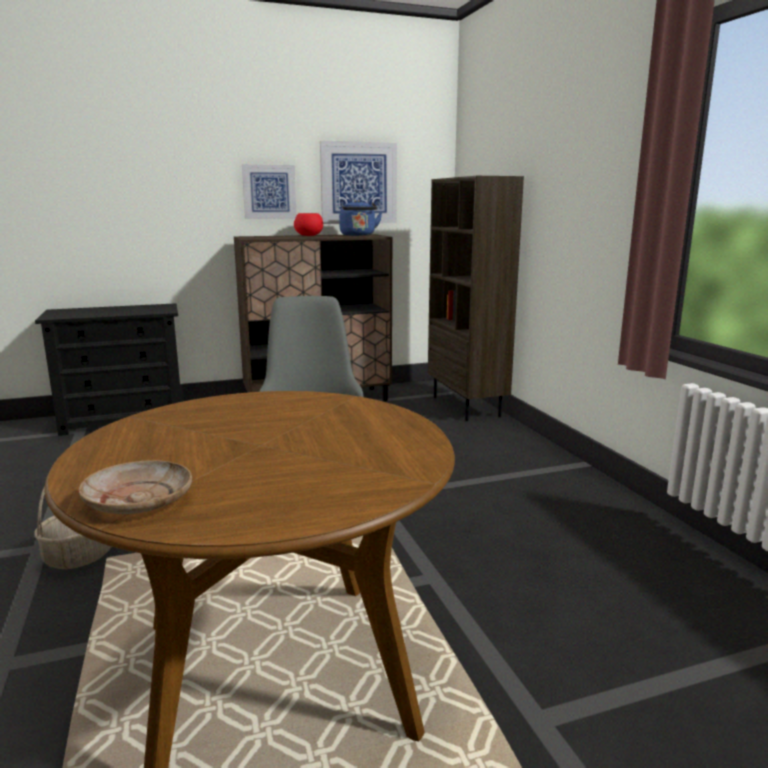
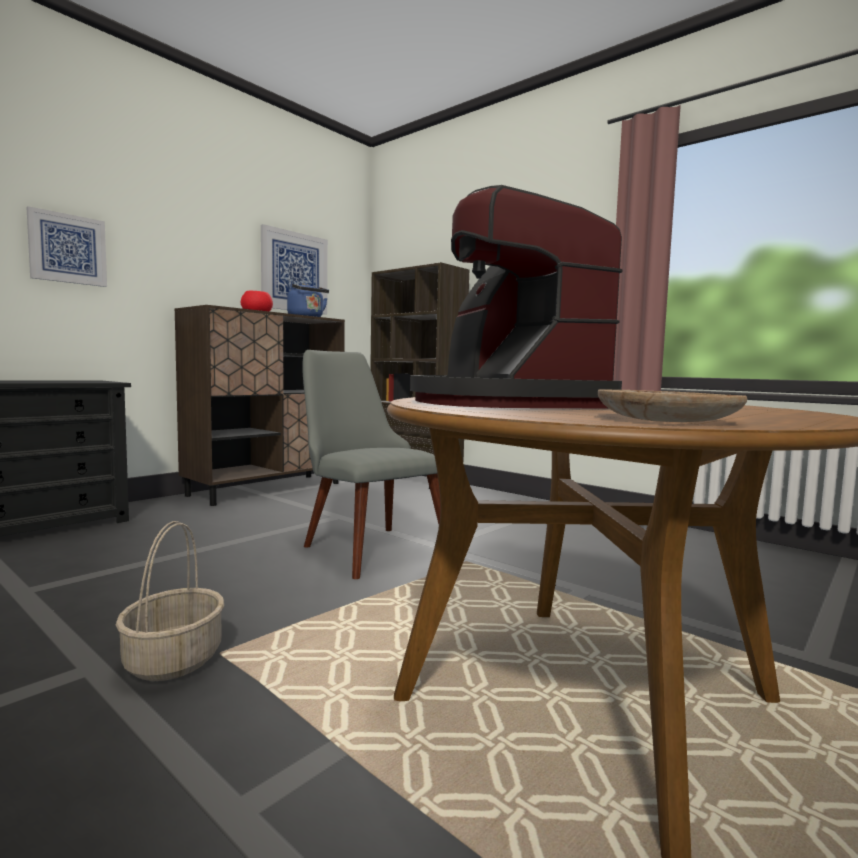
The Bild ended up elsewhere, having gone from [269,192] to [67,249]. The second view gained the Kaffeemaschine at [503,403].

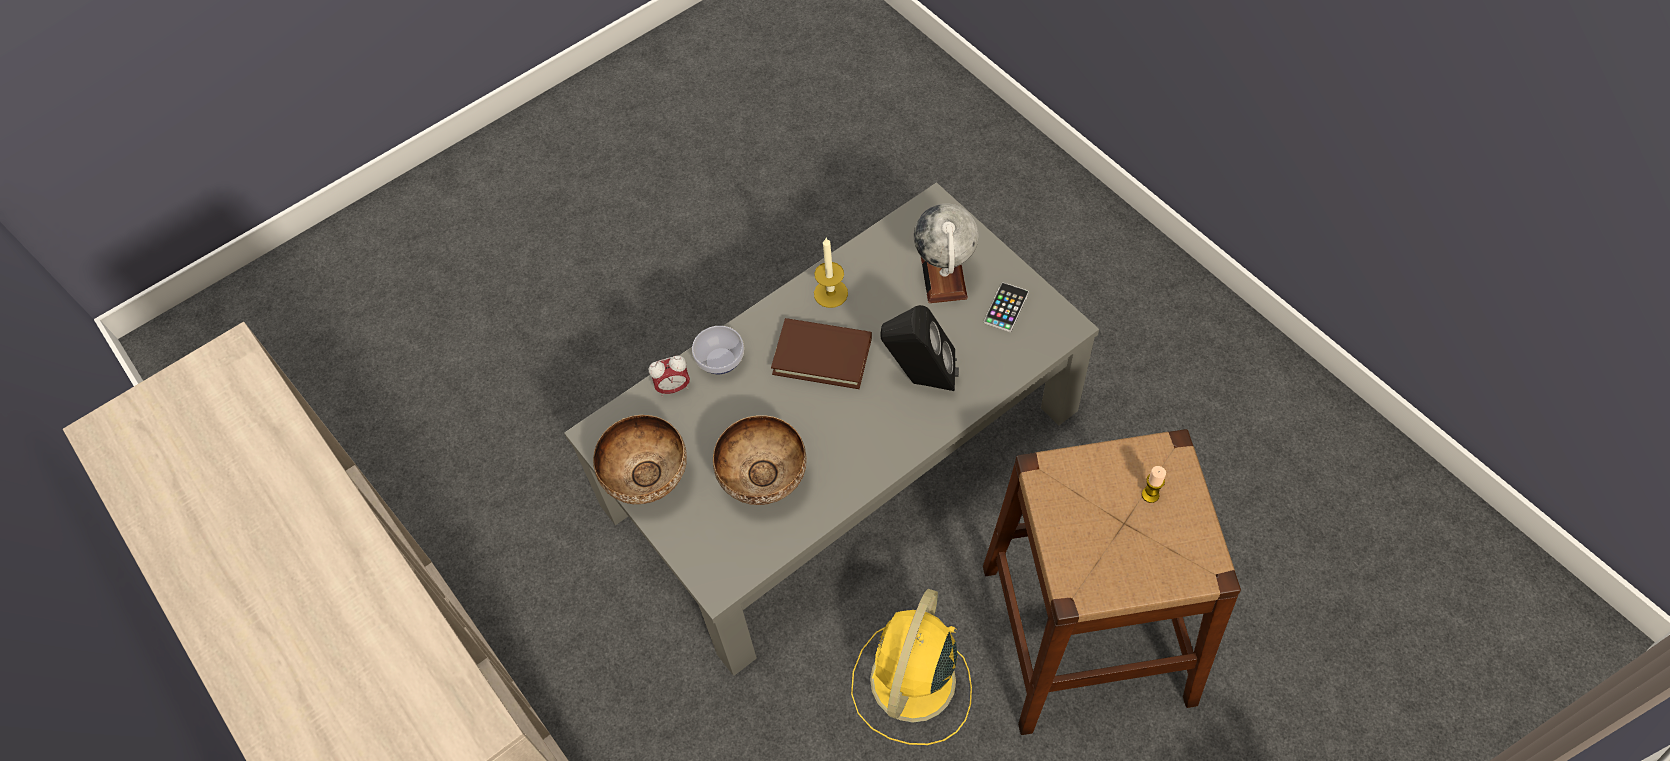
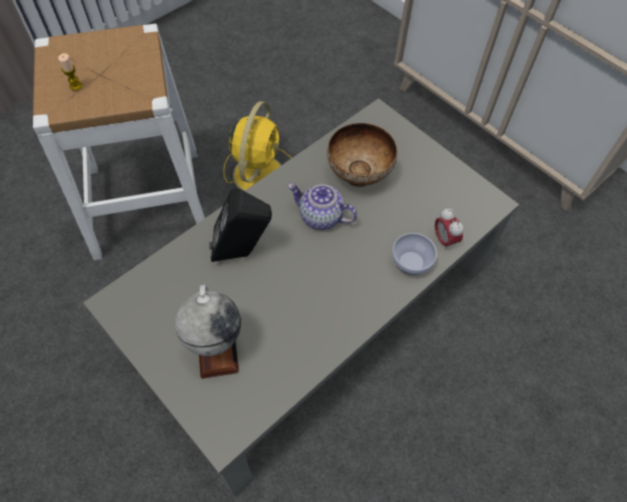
The second view lost the Kerze at [830,293]. The second view lost the Handy at [1006,308]. The second view lost the Buch/braun at [822,356]. The Wecker at [673,388] ended up facing another way, 90 degrees counterclockwise from before. The second view lost the Schüssel at [648,479]. What was the Hocker/braun at [1087,633] turned into the Hocker/weiß at [148,202]. The second view gained the Teekanne at [321,217].

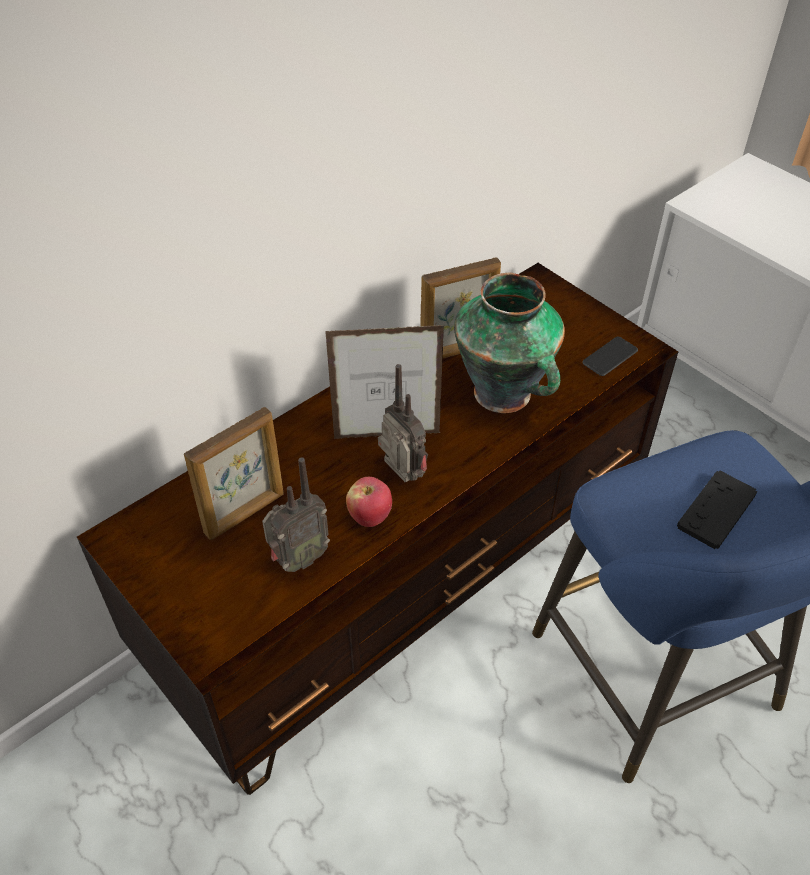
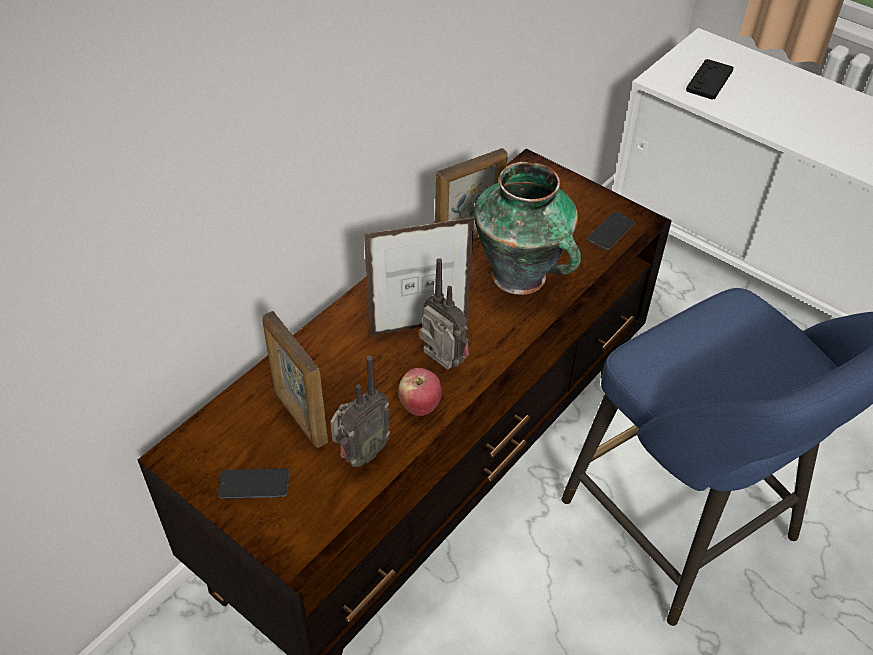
The Bilderrahmen at [245,514] ended up facing another way, 105 degrees clockwise from before. The Gamepad/schwarz ended up elsewhere, having gone from [716,510] to [709,80]. The second view gained the Handy at [254,484].

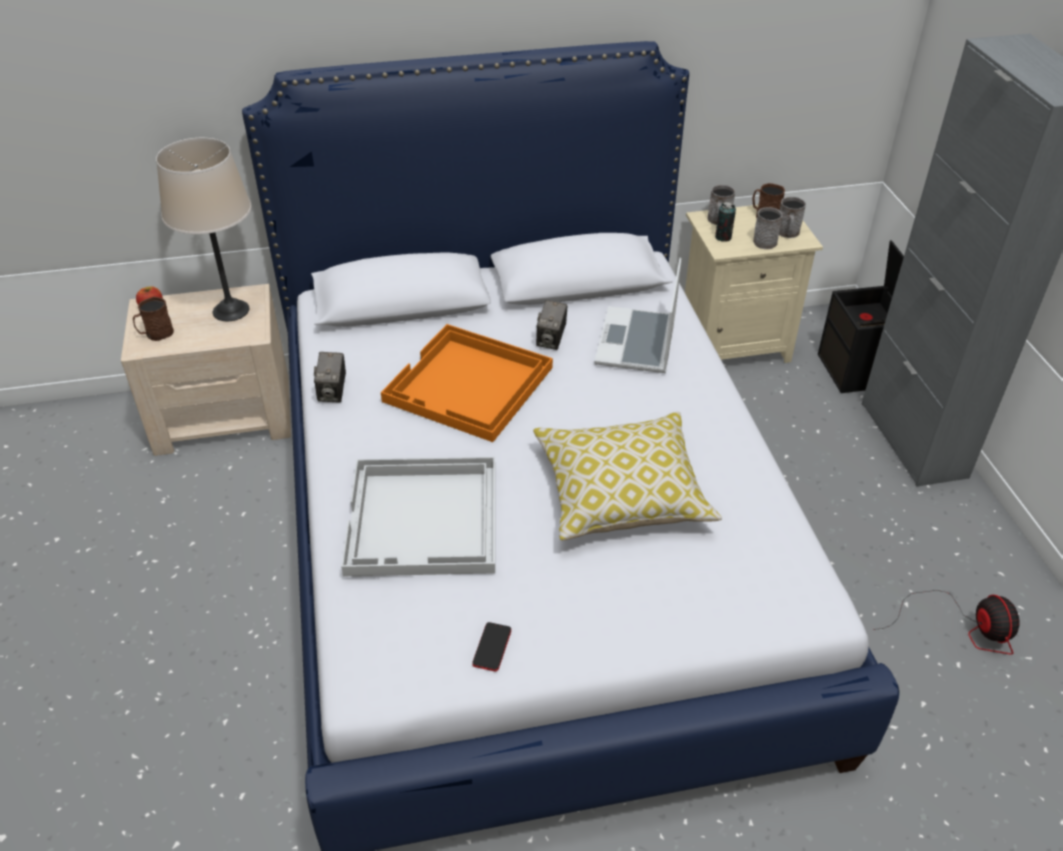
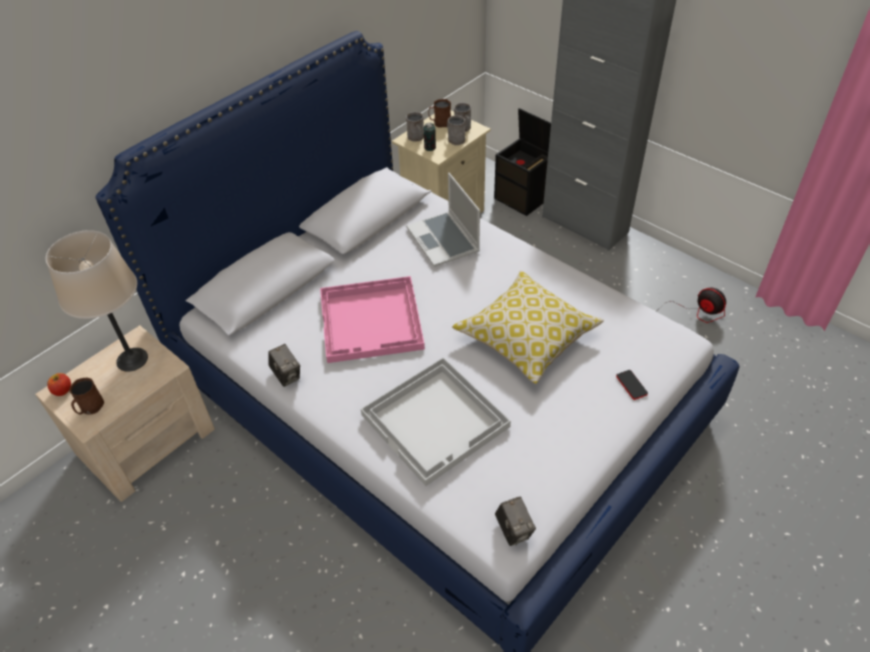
The Kamera ended up elsewhere, having gone from [551,340] to [514,530]. What was the Tablett/orange at [469,385] turned into the Tablett/rosa at [372,321]. The Handy ended up elsewhere, having gone from [492,647] to [631,385].

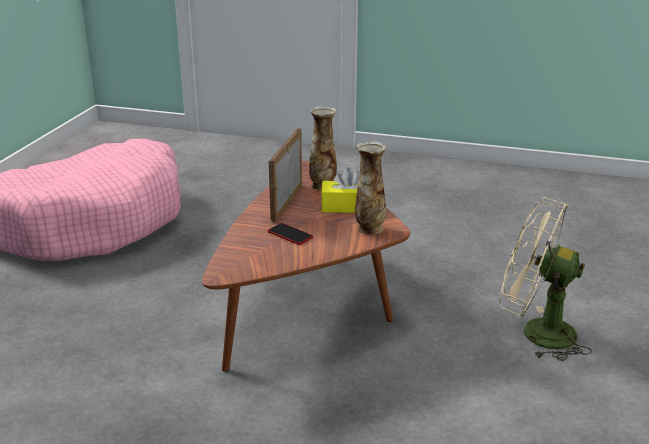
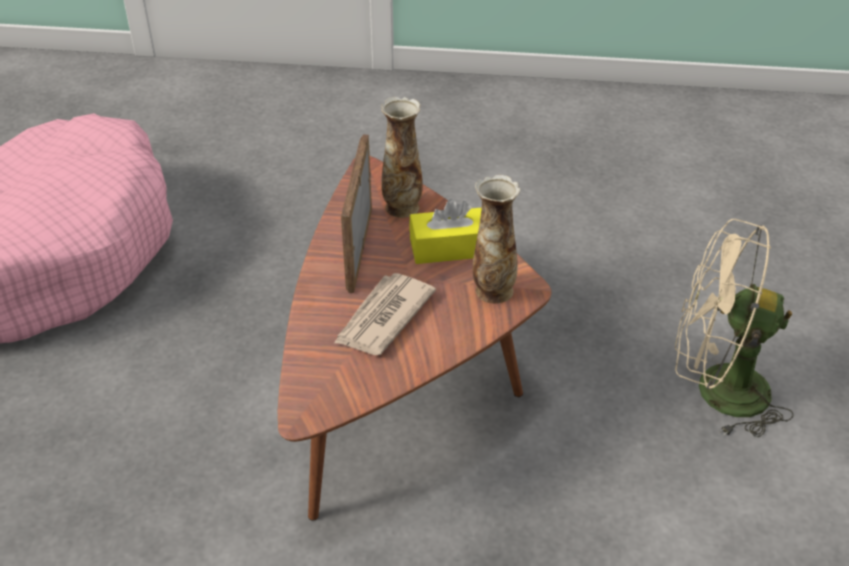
Where the Handy stood at [290,235], the Zeitung came to stand at [383,317].

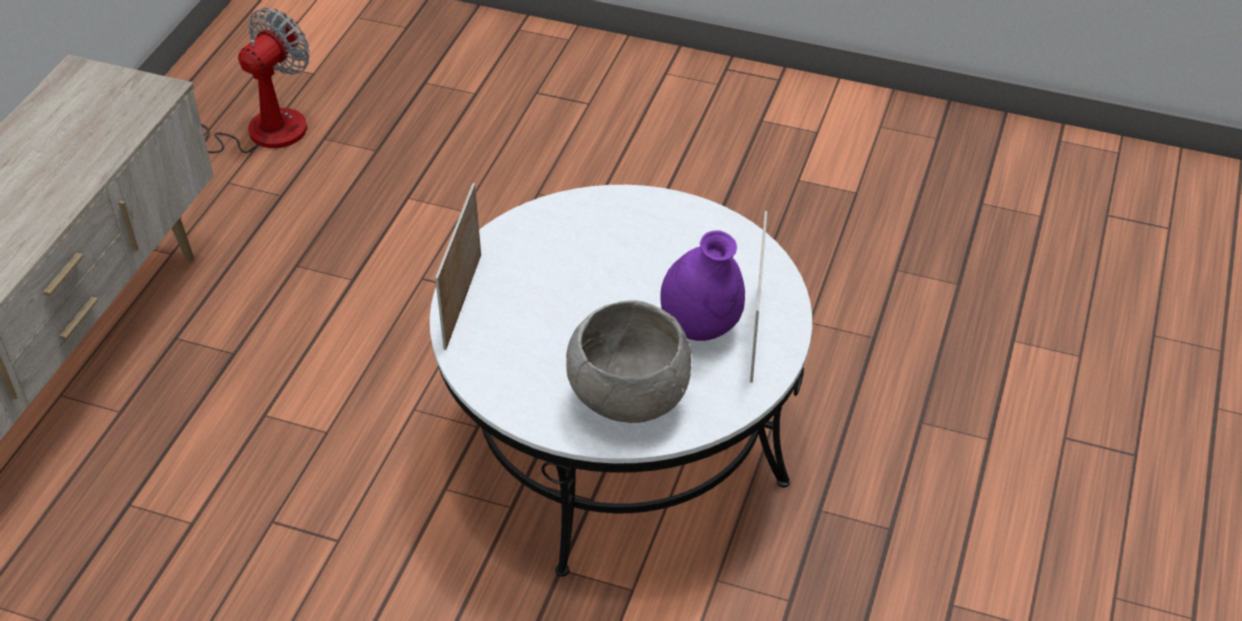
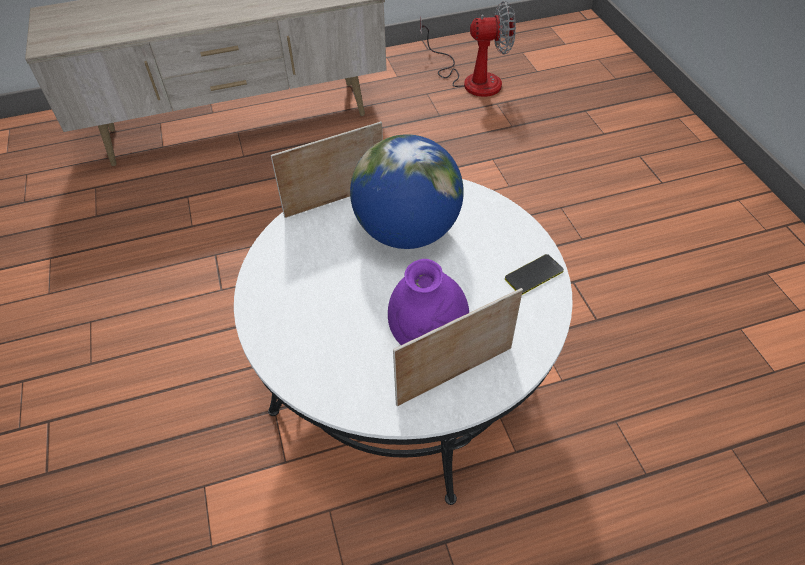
The second view lost the Schüssel/grau at [628,399]. The second view gained the Globus at [407,231]. The second view gained the Handy at [534,275].

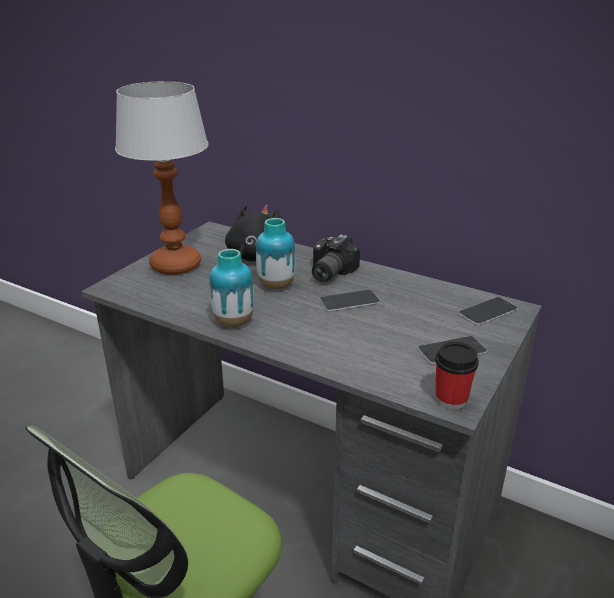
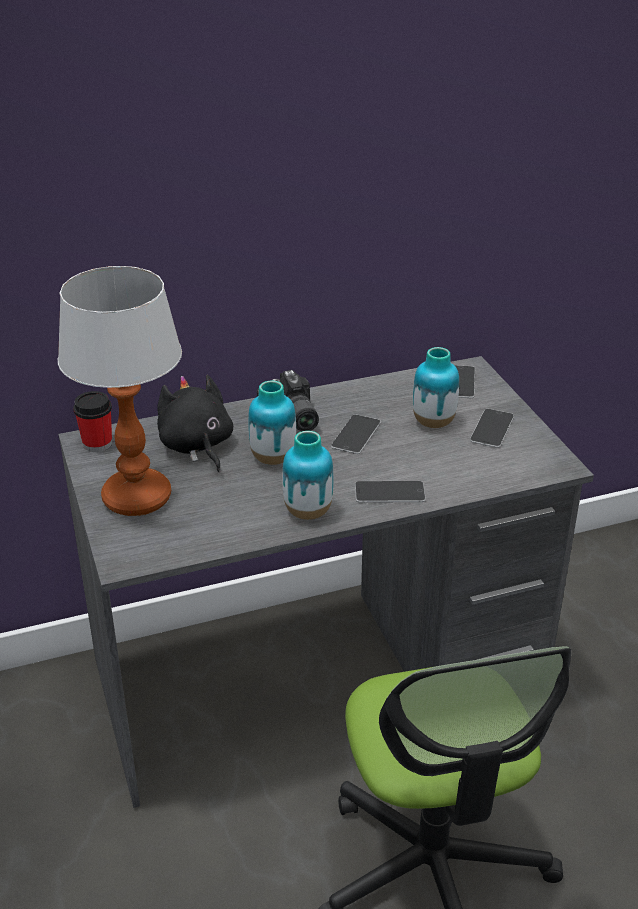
The Tasse ended up elsewhere, having gone from [451,399] to [97,444]. The second view gained the Vase at [433,422]. The second view gained the Handy at [389,492].

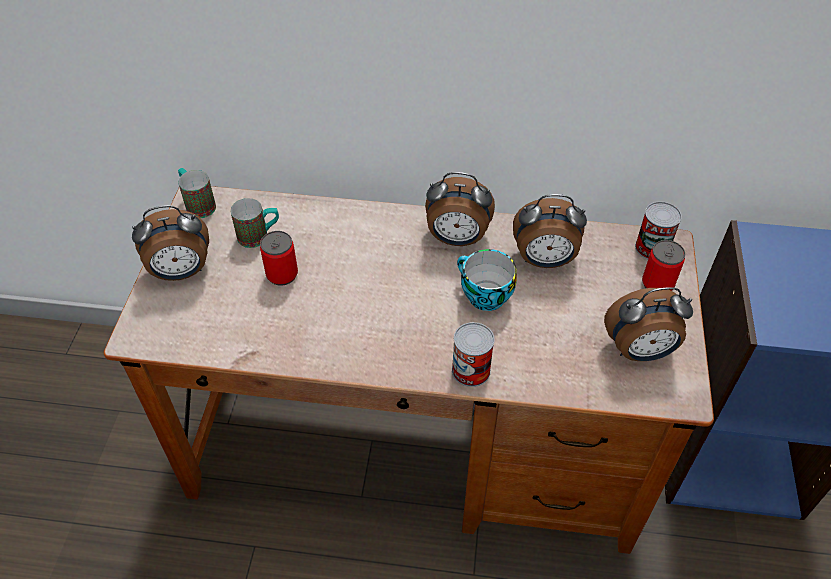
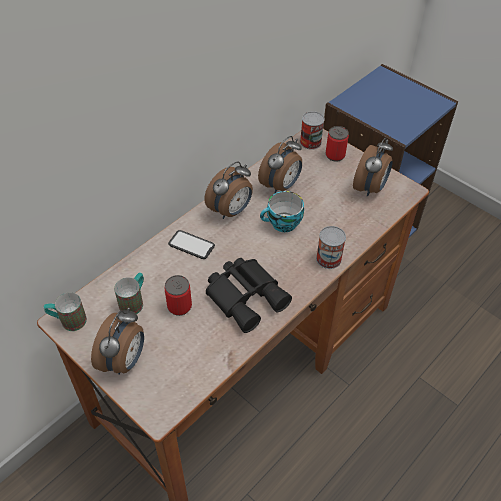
The second view gained the Handy at [191,245]. The second view gained the Fernglas/schwarz at [246,296].

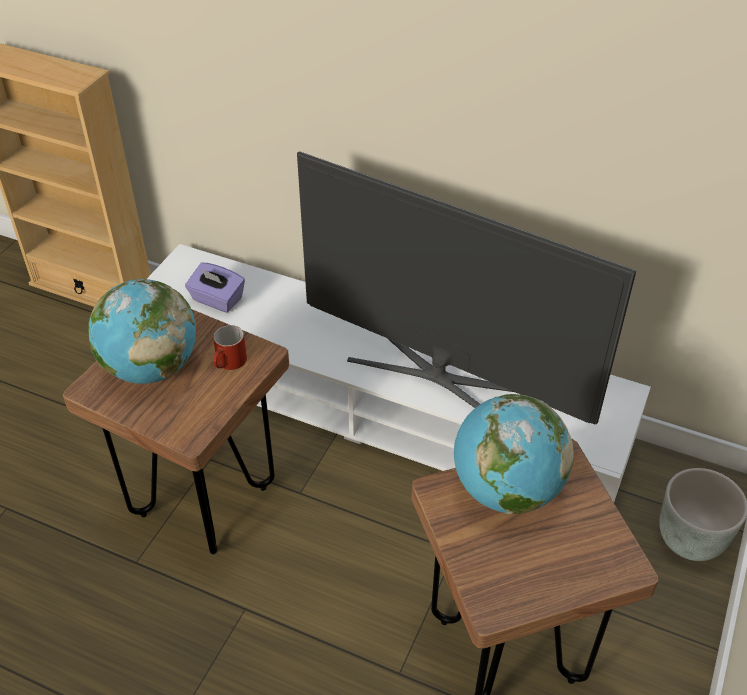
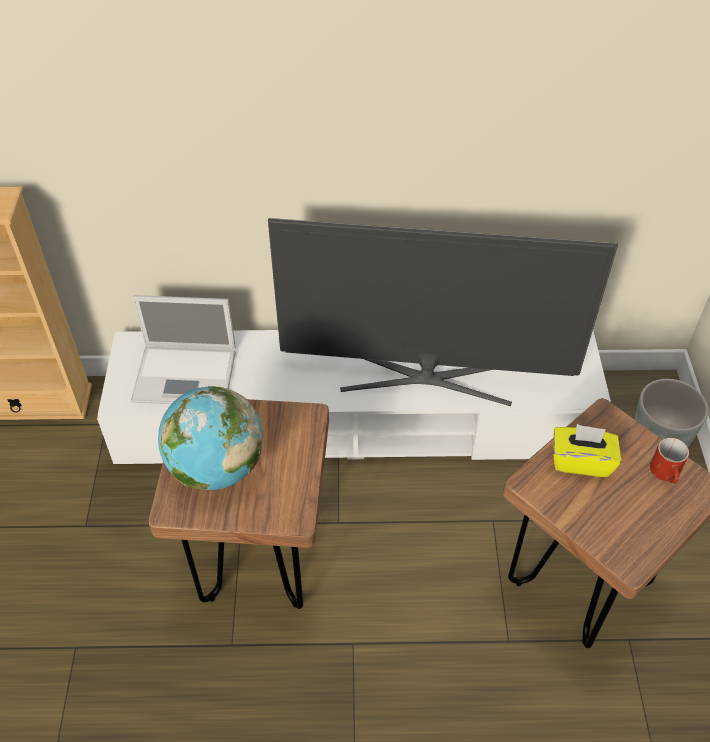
Where the Taschentuchbox/lila stood at [217,300], the Laptop came to stand at [187,375]. The Henkelbecher/rot ended up elsewhere, having gone from [229,364] to [667,474]. Where the Globus stood at [506,490], the Taschentuchbox/gelb came to stand at [581,461].

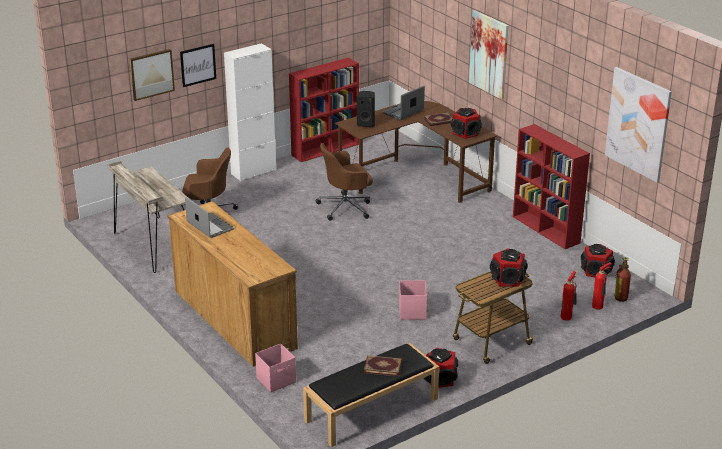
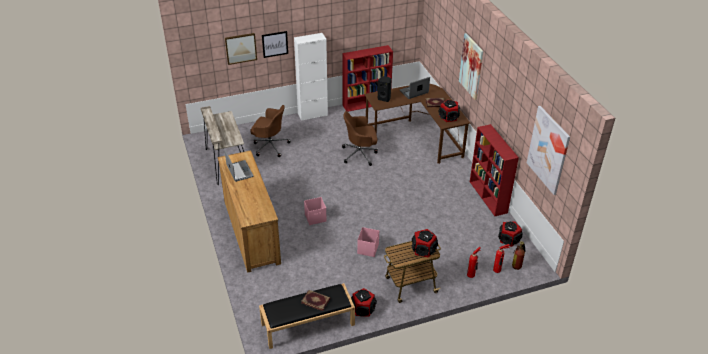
The Aufbewahrungsbox/rosa ended up elsewhere, having gone from [276,380] to [315,218].

